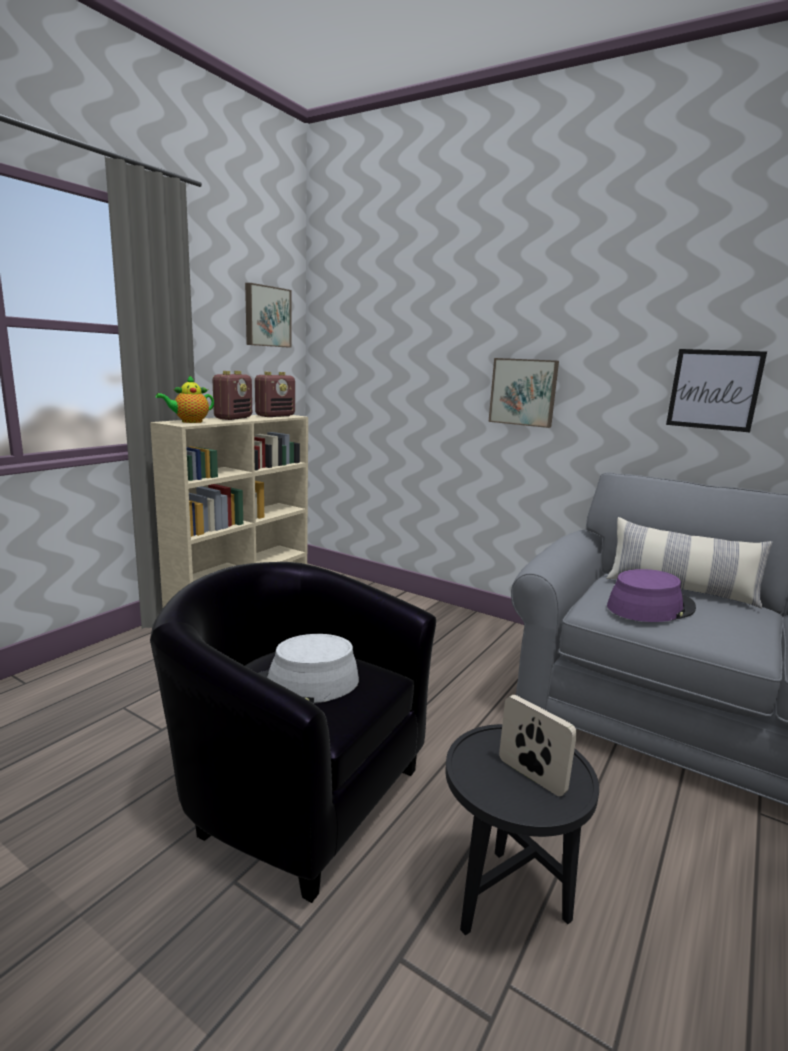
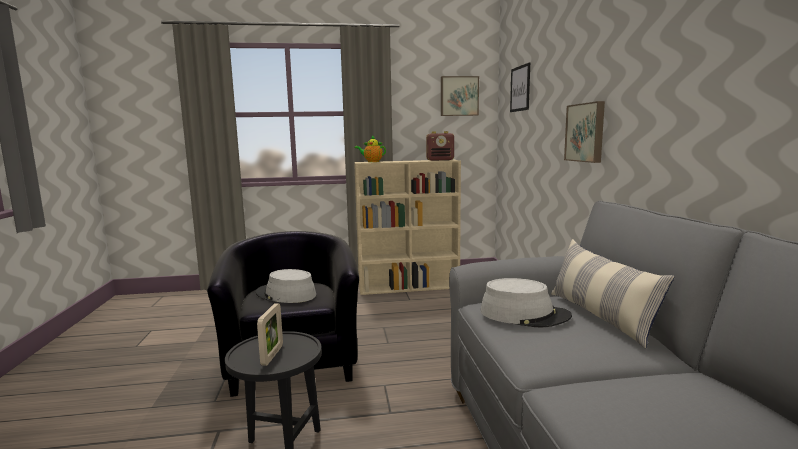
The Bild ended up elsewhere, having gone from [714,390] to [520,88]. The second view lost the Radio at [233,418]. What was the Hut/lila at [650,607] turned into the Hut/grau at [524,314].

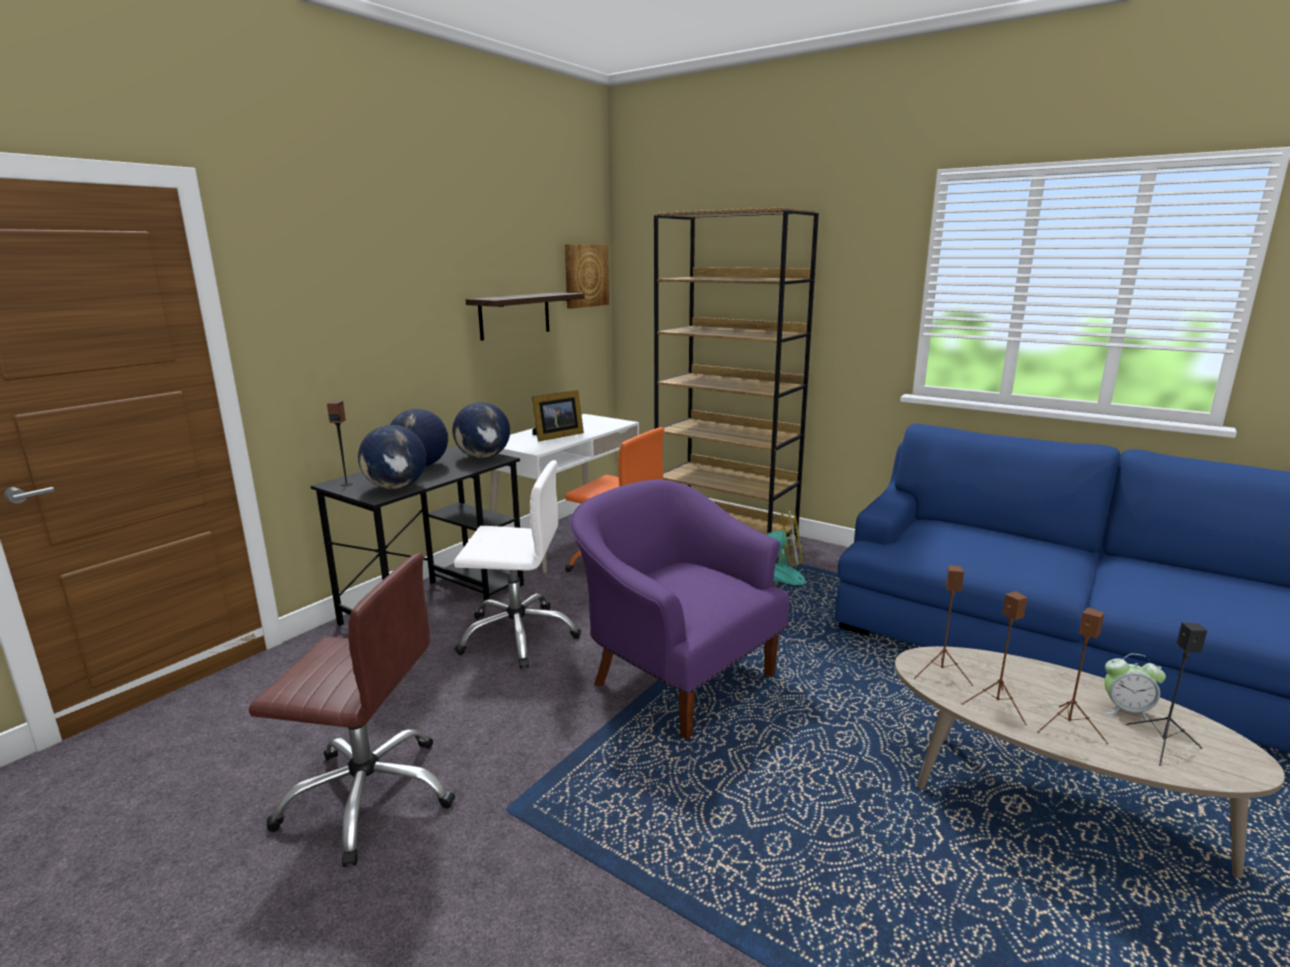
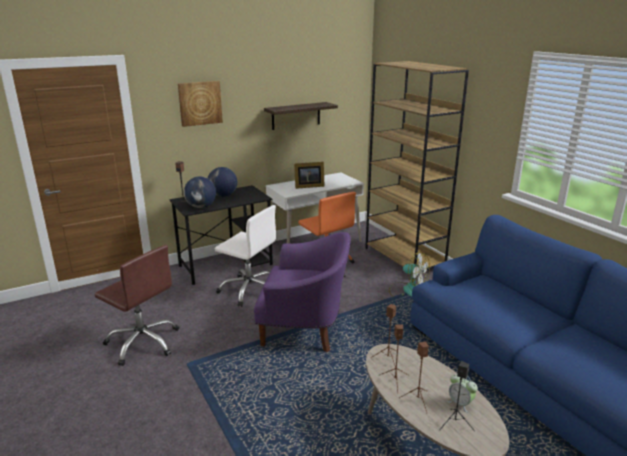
The Bild ended up elsewhere, having gone from [585,275] to [200,103]. The second view lost the Globus at [484,457]. The Sessel/lila at [677,676] ended up facing another way, 120 degrees clockwise from before.

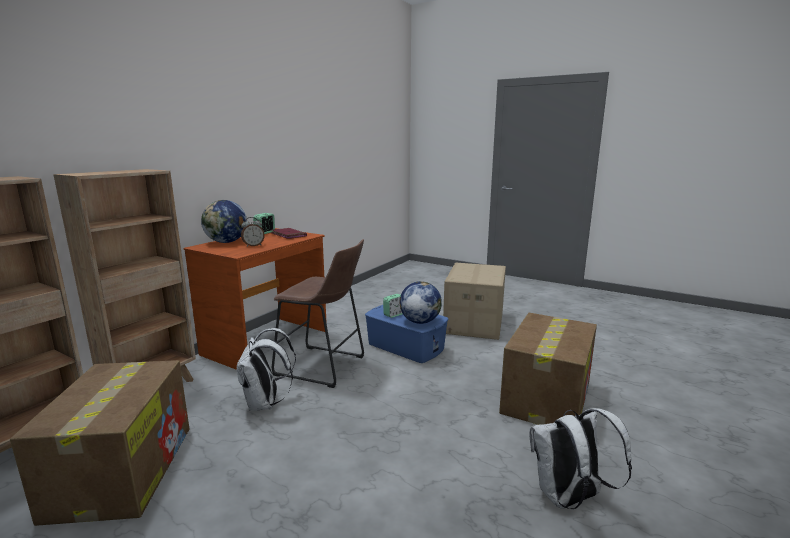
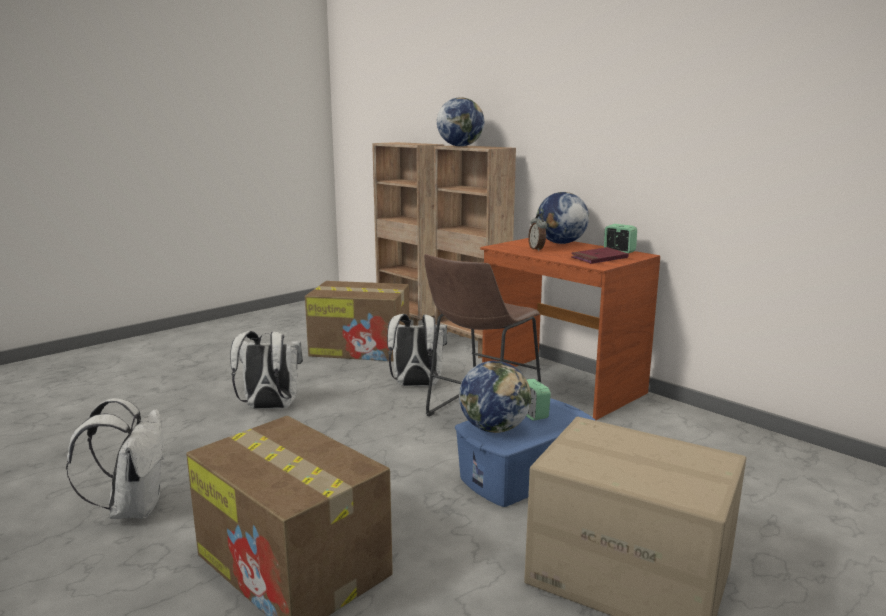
The second view gained the Globus at [460,146]. The second view gained the Rucksack/weiß at [269,407].

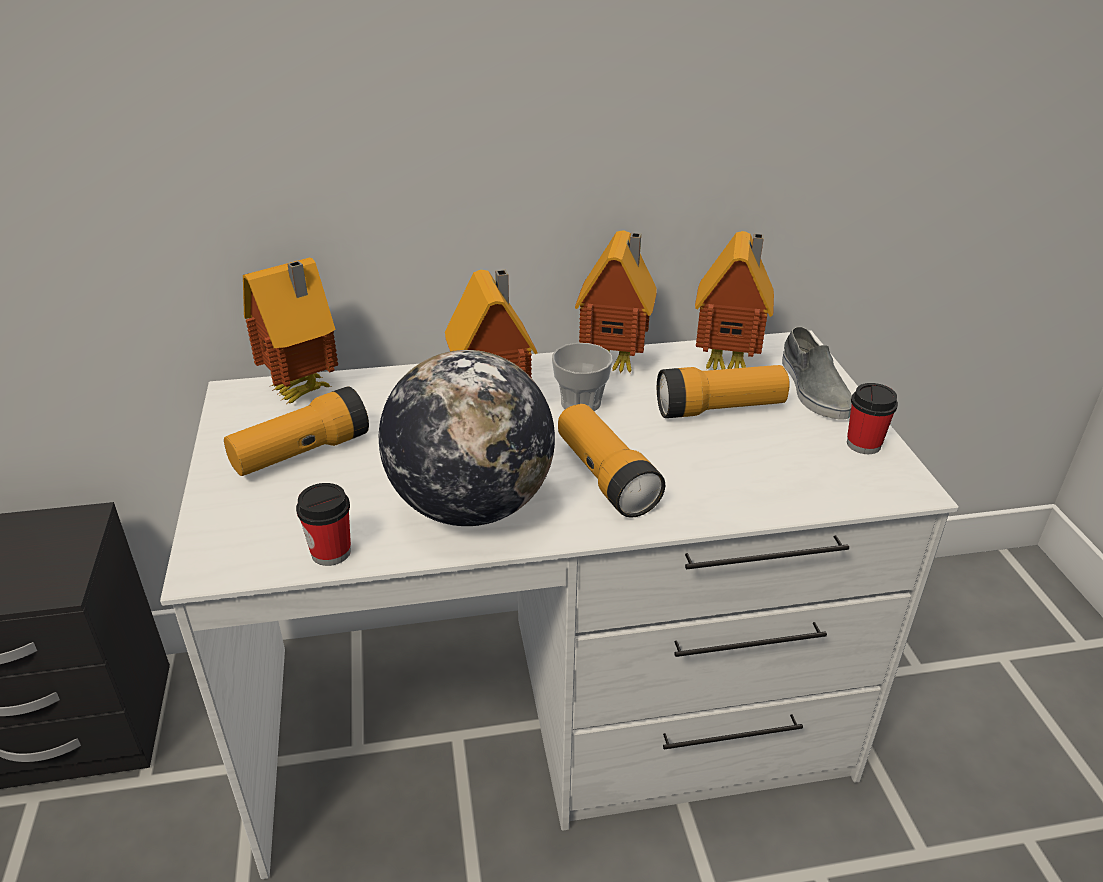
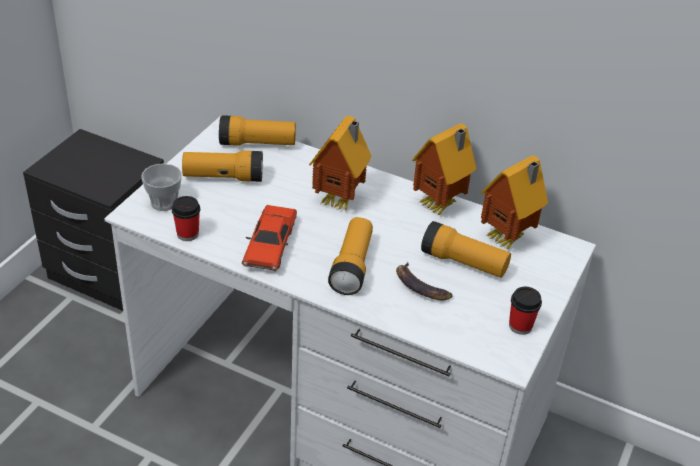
Where the Spielzeughaus stood at [304,393], the Taschenlampe came to stand at [257,143]. The second view lost the Schuh/grau at [813,388]. The Tasse ended up elsewhere, having gone from [580,403] to [164,202]. Where the Globus stood at [470,506], the Spielzeugauto/rot came to stand at [270,245]. The second view gained the Banane at [419,287].

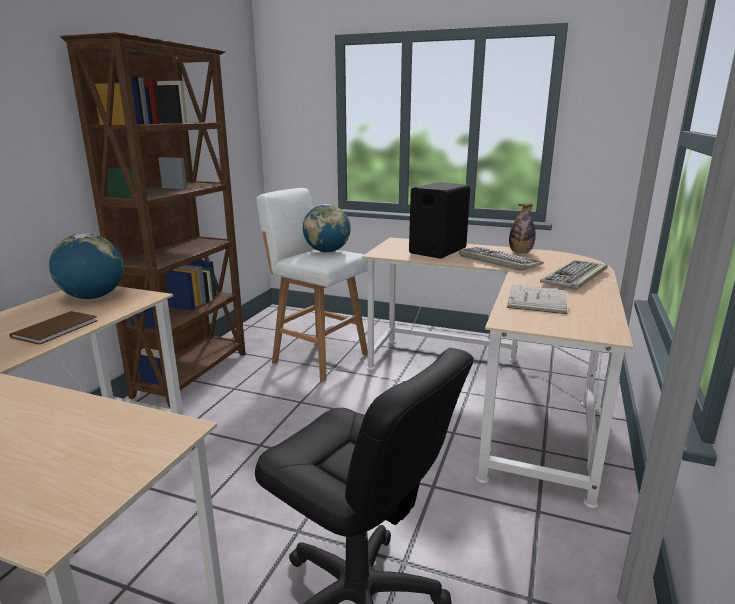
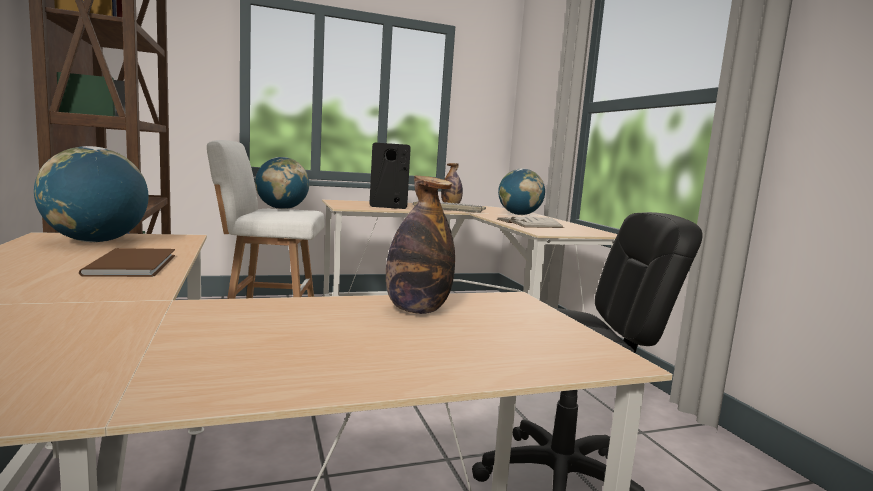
Where the Tastatur stood at [575,277], the Globus came to stand at [519,214]. The second view gained the Flasche at [416,310].

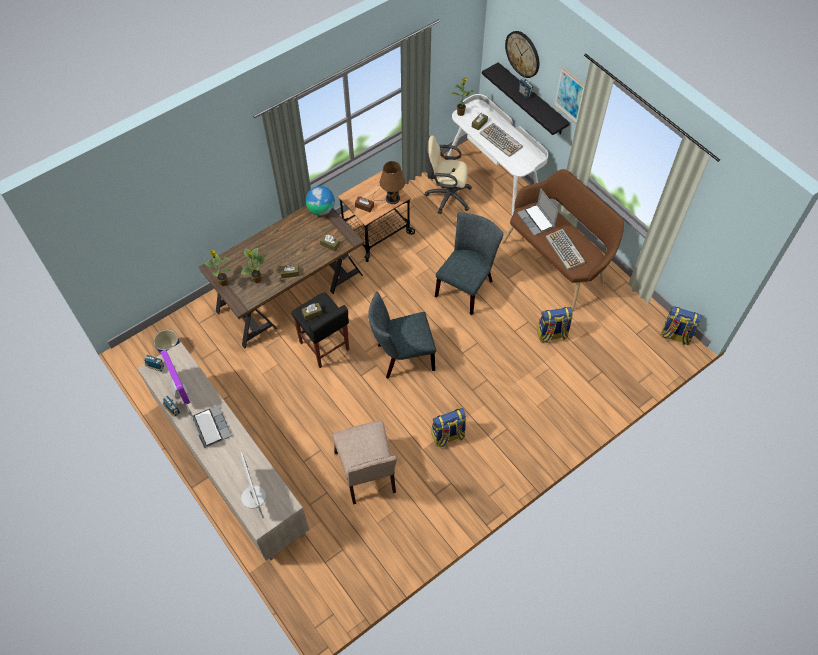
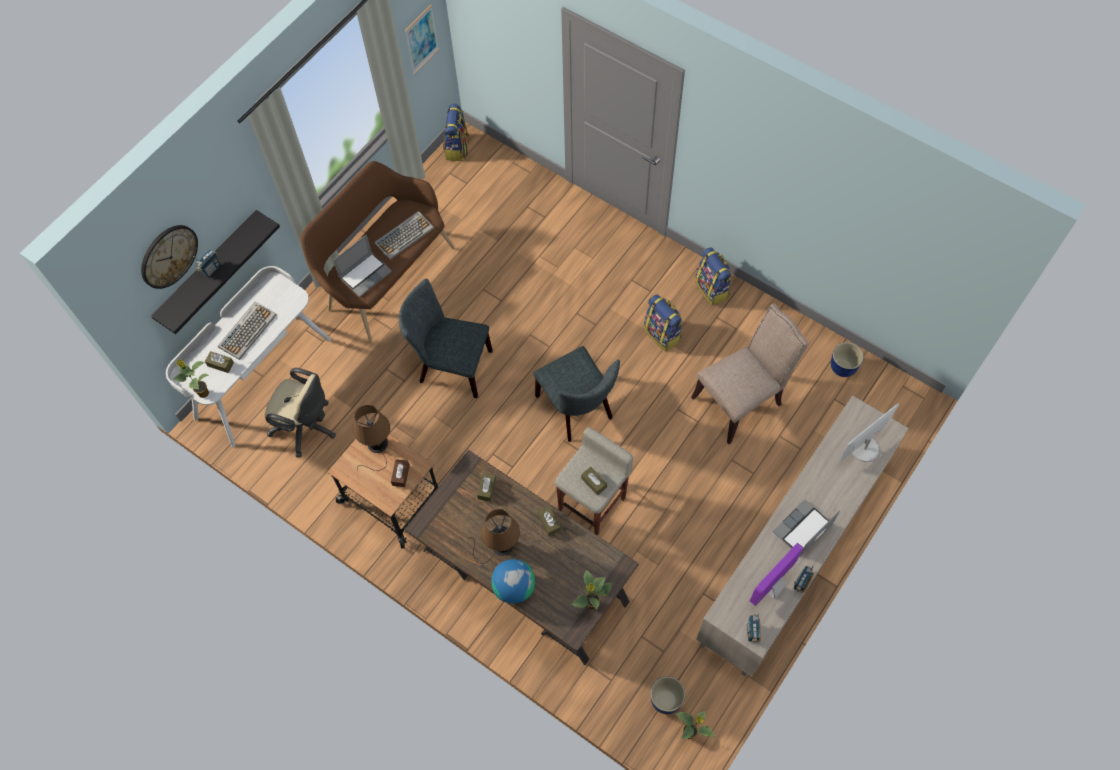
The Bild ended up elsewhere, having gone from [569,95] to [421,39]. The Bürostuhl/beige at [446,196] ended up facing another way, 60 degrees counterclockwise from before. The Globus ended up elsewhere, having gone from [321,209] to [514,587]. The Topfpflanze ended up elsewhere, having gone from [257,280] to [690,733]. What was the Hocker/schwarz at [324,346] turned into the Hocker/beige at [593,503]. The Rucksack ended up elsewhere, having gone from [551,334] to [712,289]. The second view gained the Pflanzkübel at [842,368]. The second view gained the Tischlampe/braun at [499,546].

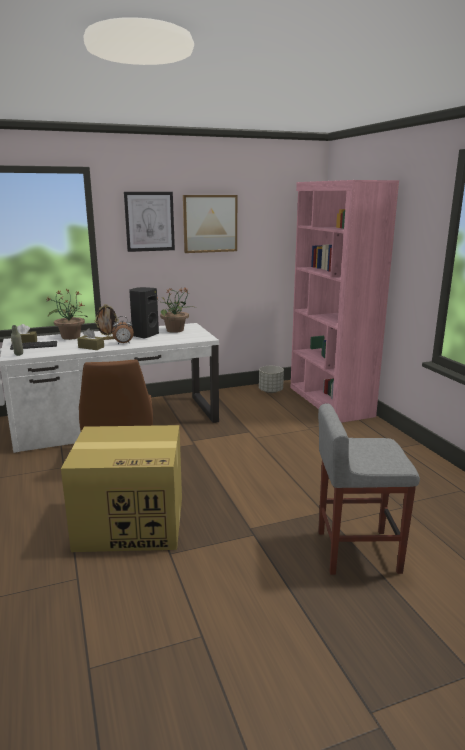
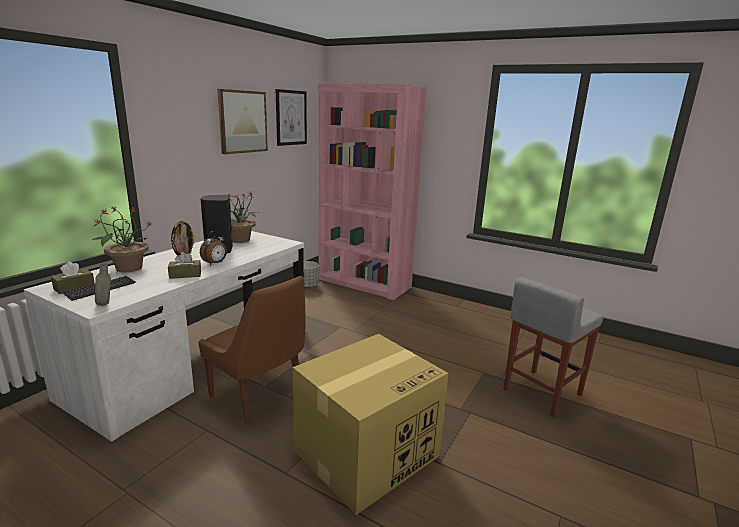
The Bild ended up elsewhere, having gone from [149,221] to [291,118].

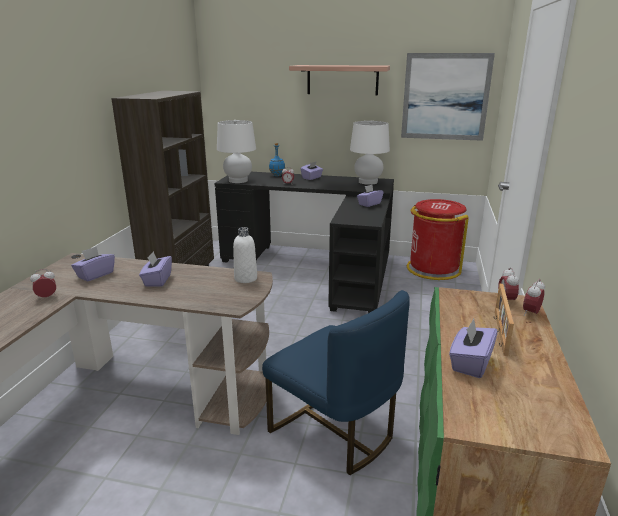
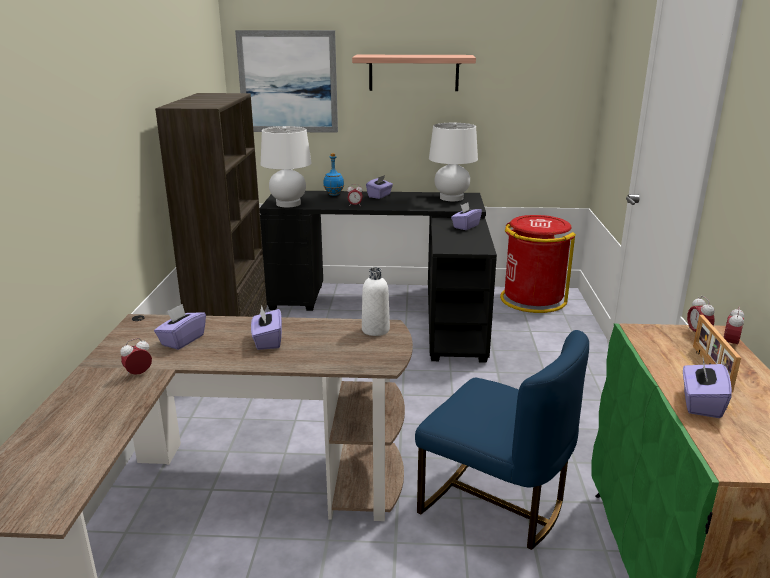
The Bild ended up elsewhere, having gone from [445,97] to [288,82].

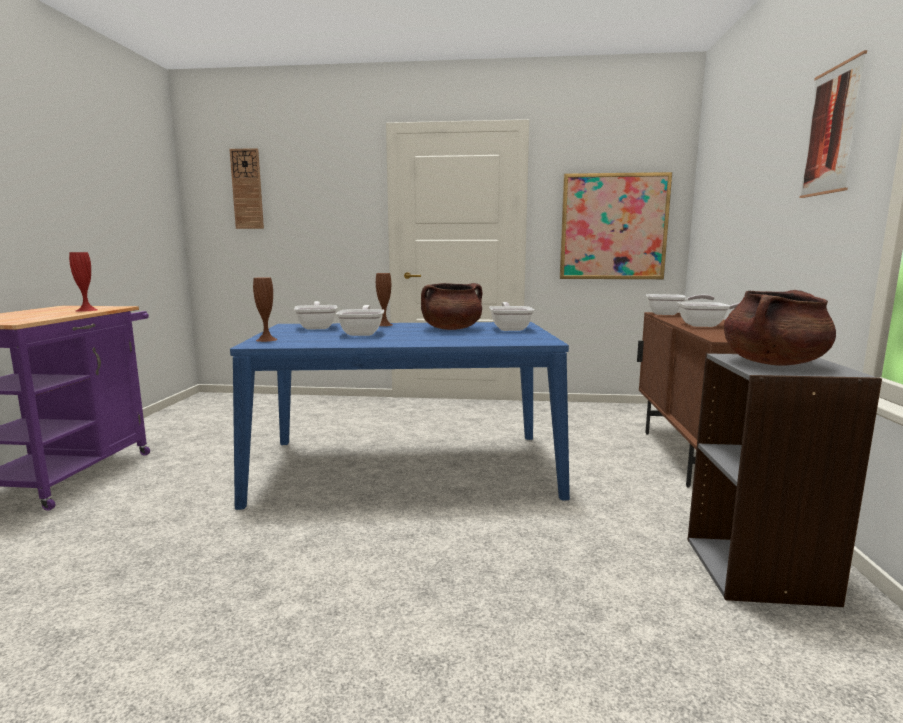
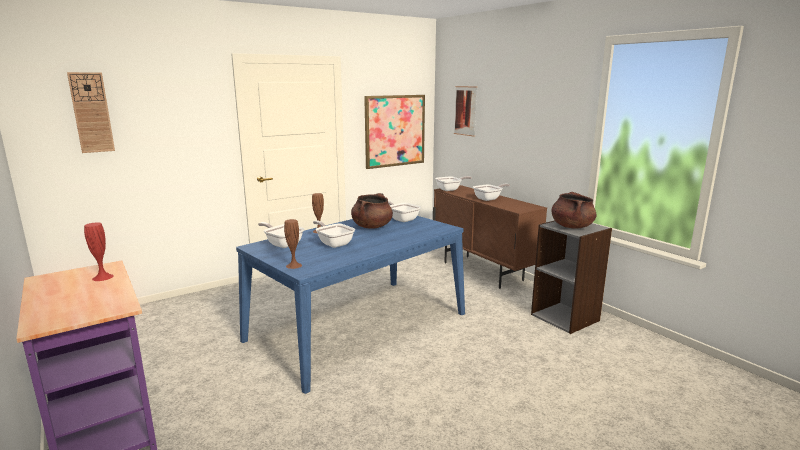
The Bild ended up elsewhere, having gone from [831,131] to [465,111].

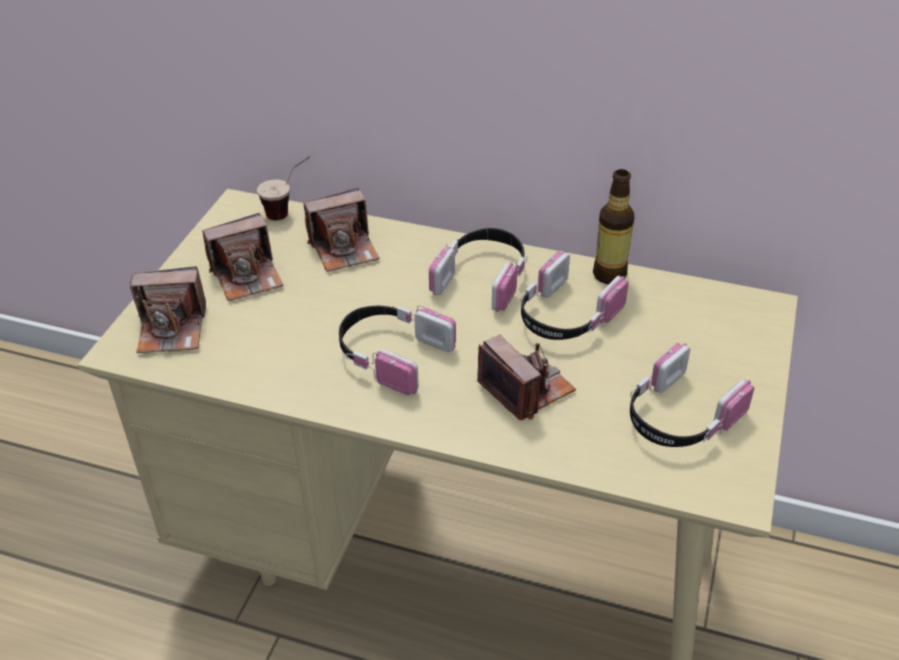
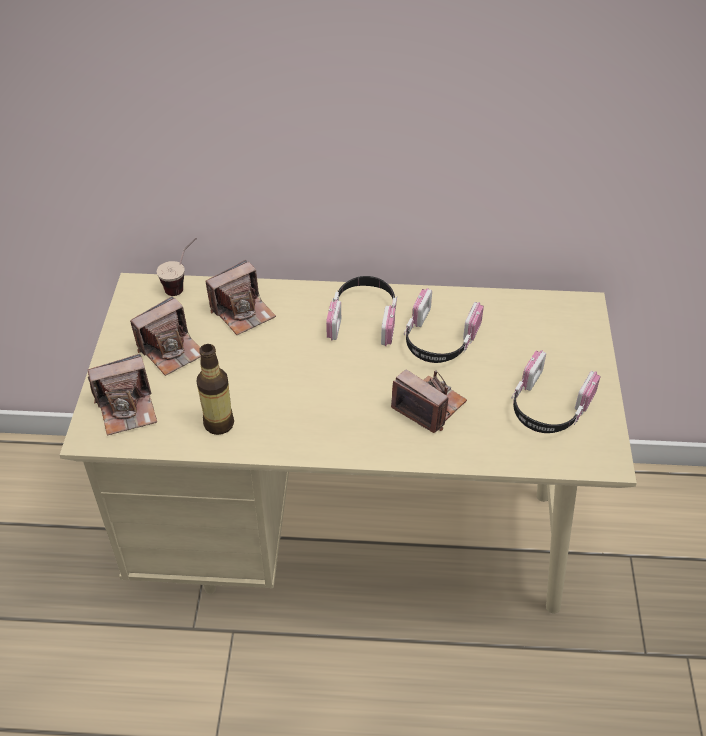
The Flasche ended up elsewhere, having gone from [609,275] to [219,424]. The second view lost the Kopfhörer at [391,355].

